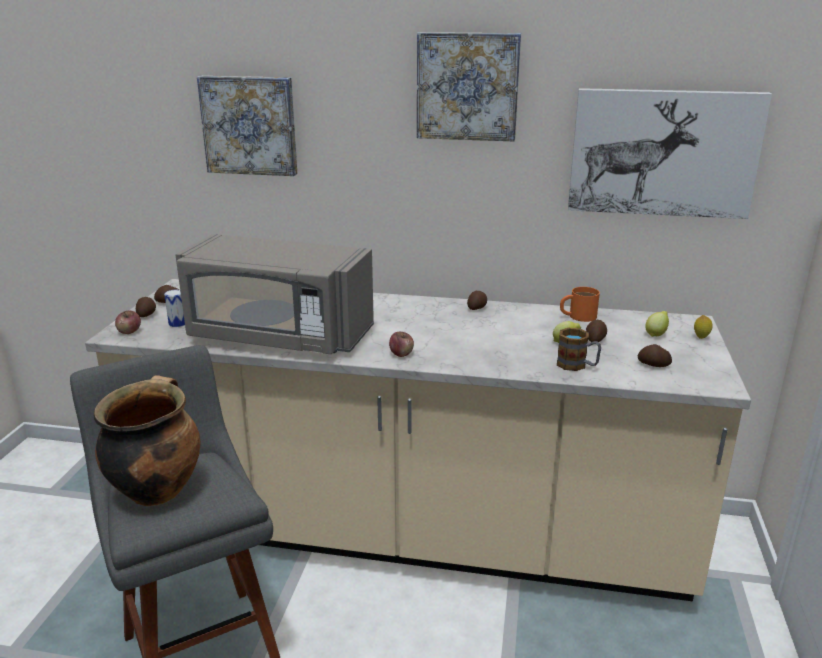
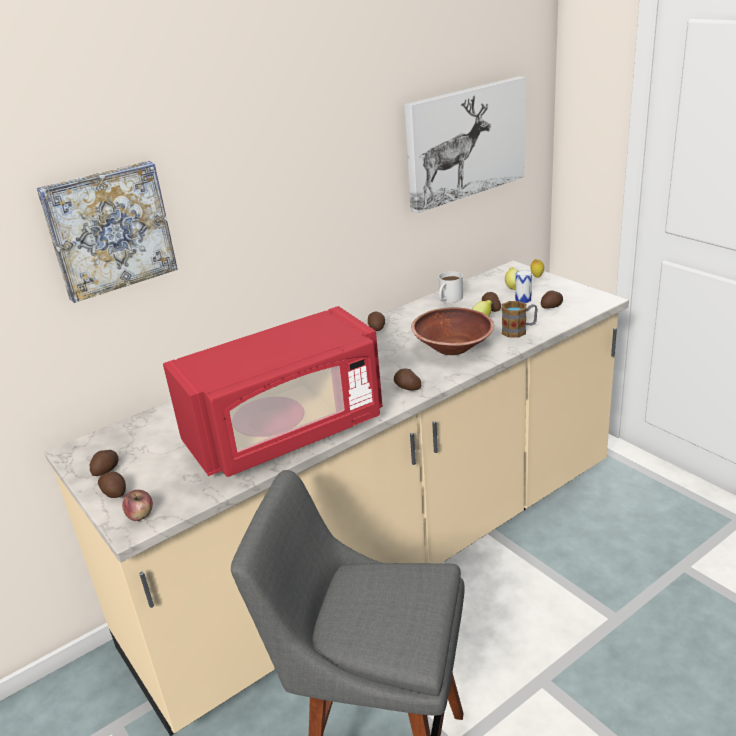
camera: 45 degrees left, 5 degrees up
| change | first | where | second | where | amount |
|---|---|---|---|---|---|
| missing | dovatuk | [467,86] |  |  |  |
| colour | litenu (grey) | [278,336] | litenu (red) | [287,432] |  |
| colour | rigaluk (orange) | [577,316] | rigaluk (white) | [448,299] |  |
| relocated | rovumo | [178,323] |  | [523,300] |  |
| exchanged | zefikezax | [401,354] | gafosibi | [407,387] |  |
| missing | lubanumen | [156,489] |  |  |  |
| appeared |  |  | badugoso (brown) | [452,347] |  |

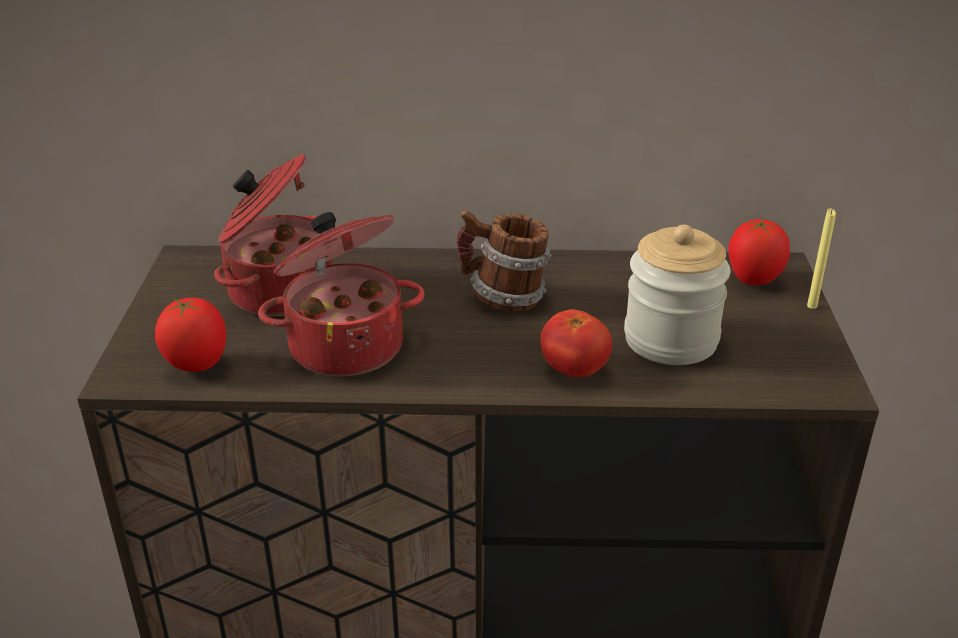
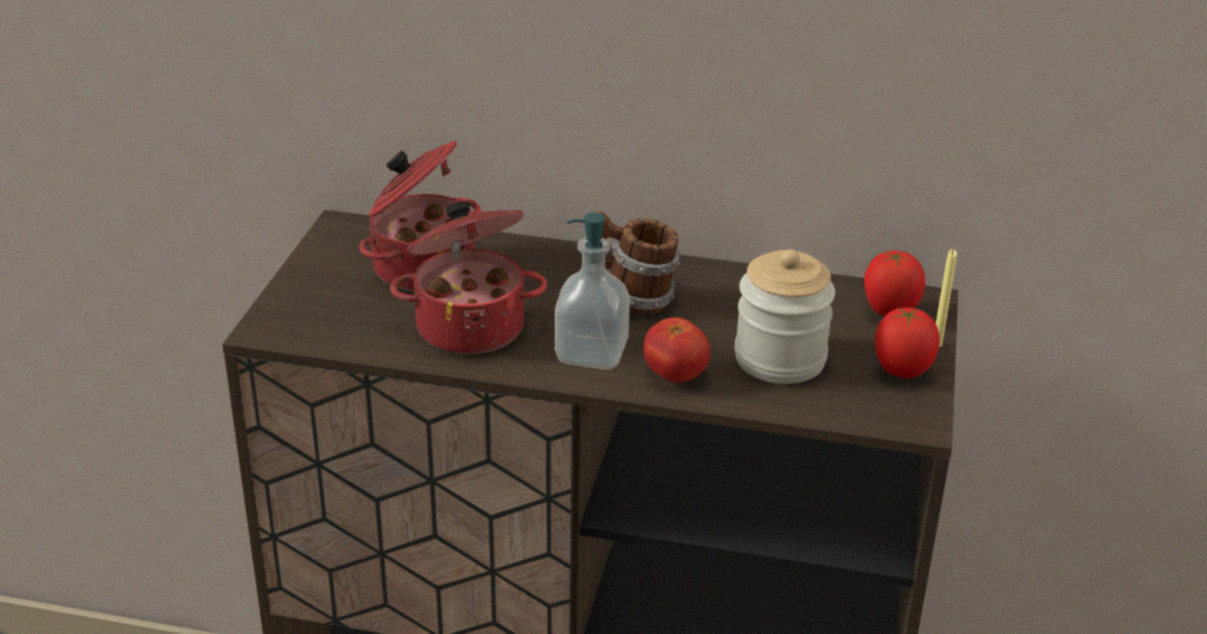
camera: 10 degrees right, 0 degrees up
| change | first | where | second | where | amount |
|---|---|---|---|---|---|
| relocated | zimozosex | [197,366] |  | [901,372] |  |
| appeared |  |  | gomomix | [591,353] |  |

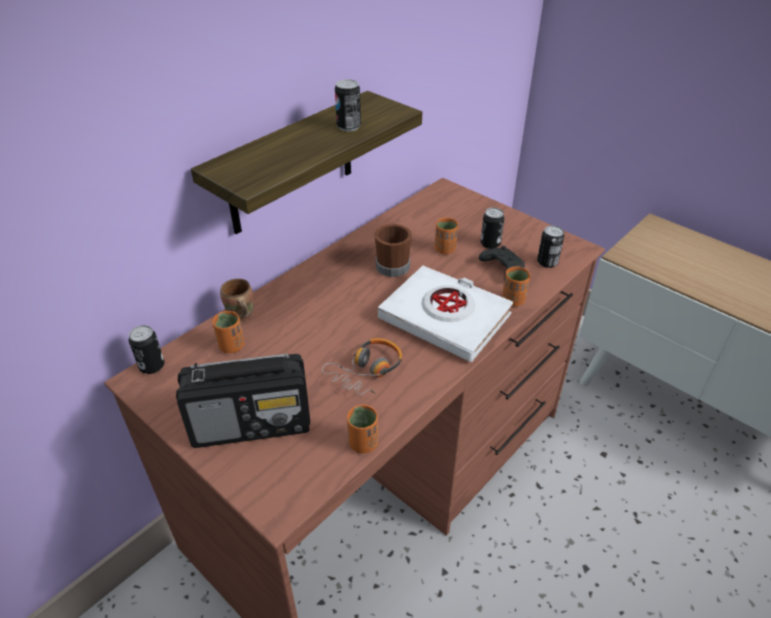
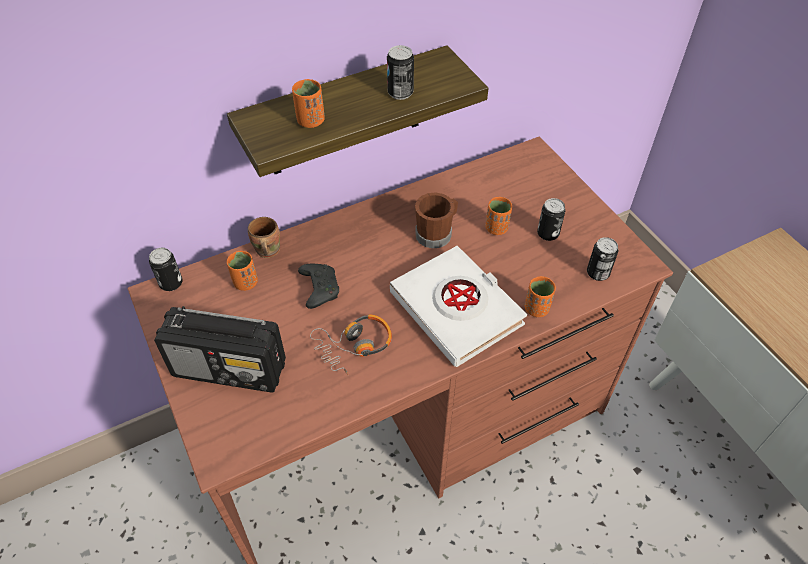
camera: 20 degrees right, 10 degrees up
| change | first | where | second | where | amount |
|---|---|---|---|---|---|
| relocated | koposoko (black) | [501,269] |  | [319,289] |  |
| relocated | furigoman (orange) | [363,443] |  | [310,121] |  |

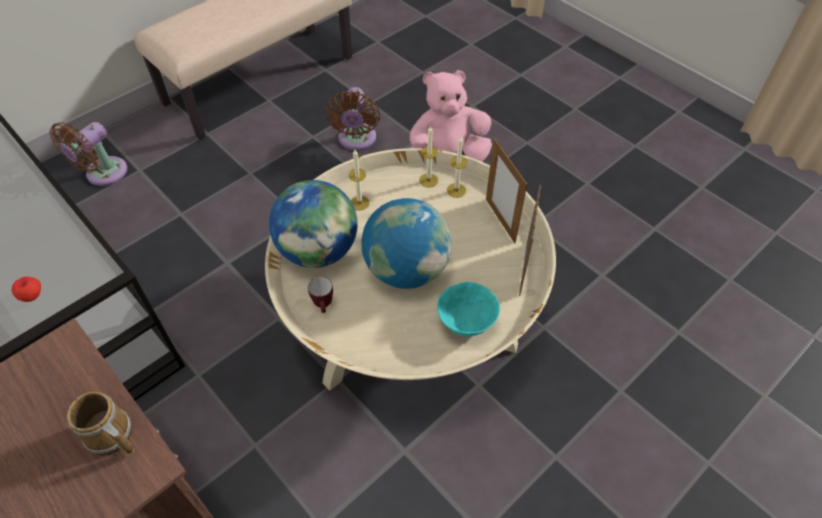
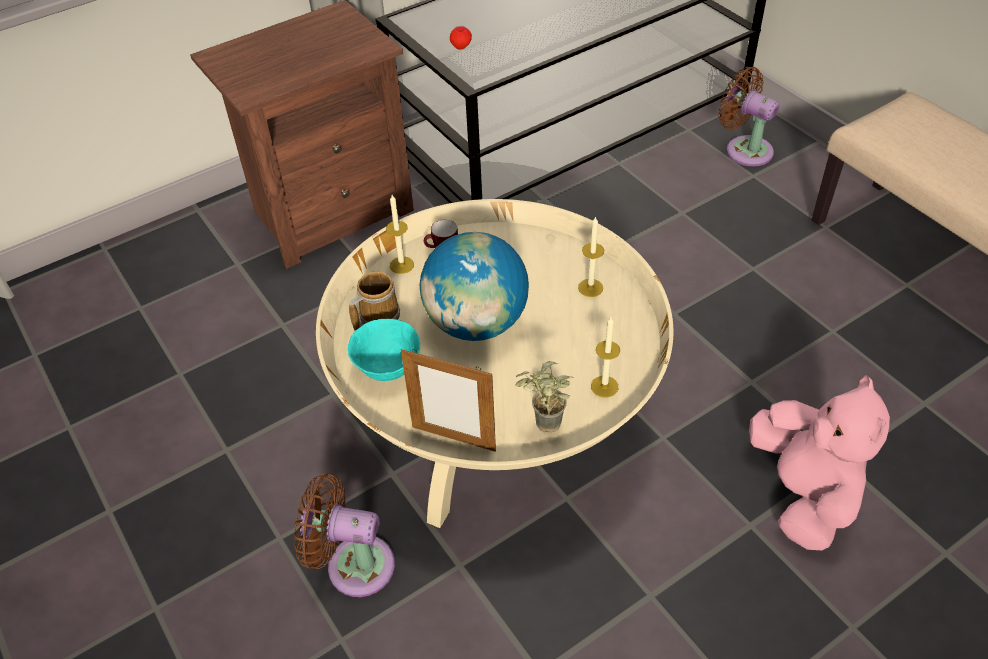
camera: 100 degrees right, 5 degrees down
| change | first | where | second | where | amount |
|---|---|---|---|---|---|
| relocated | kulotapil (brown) | [356,140] |  | [353,564] |  |
| relocated | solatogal | [428,180] |  | [401,265] |  |
| exchanged | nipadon | [500,220] | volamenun | [542,427] |  |
| missing | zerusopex | [318,251] |  |  |  |
| relocated | rigaluk | [110,436] |  | [376,317] |  |

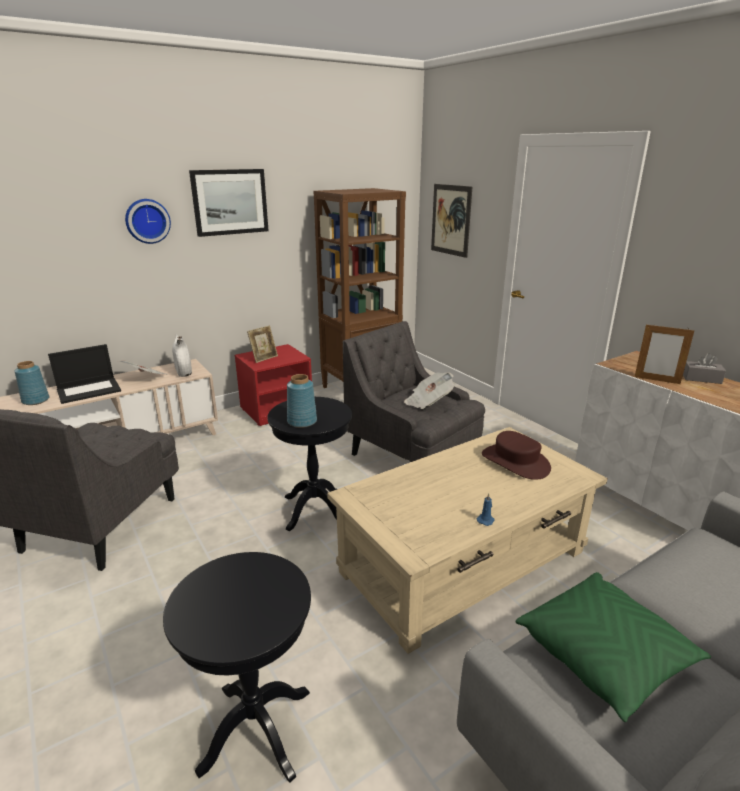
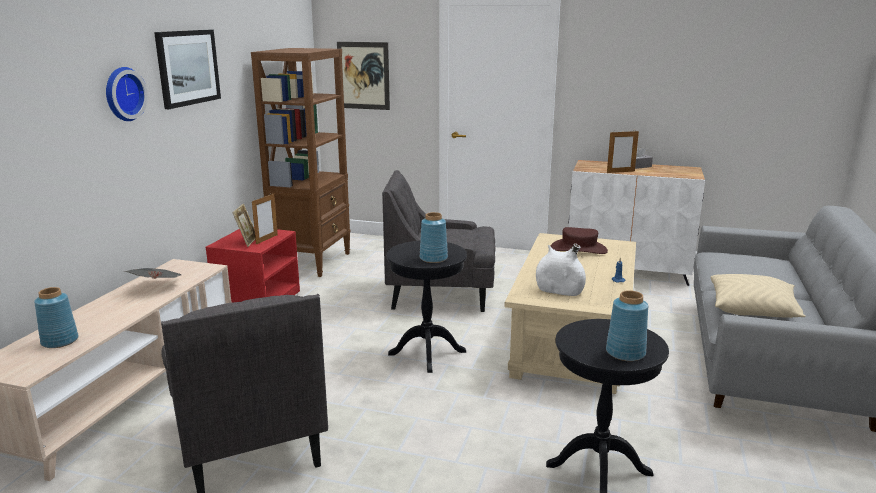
camera: 40 degrees left, 5 degrees down
| change | first | where | second | where | amount |
|---|---|---|---|---|---|
| relocated | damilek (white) | [183,372] |  | [559,291] |  |
| missing | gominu | [89,390] |  |  |  |
| missing | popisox | [428,402] |  |  |  |
| colour | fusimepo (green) | [604,655] | fusimepo (beige) | [752,309] |  |
| appeared |  |  | nipadon | [266,239] |  |
| appeared |  |  | damilek (blue) | [625,352] |  |

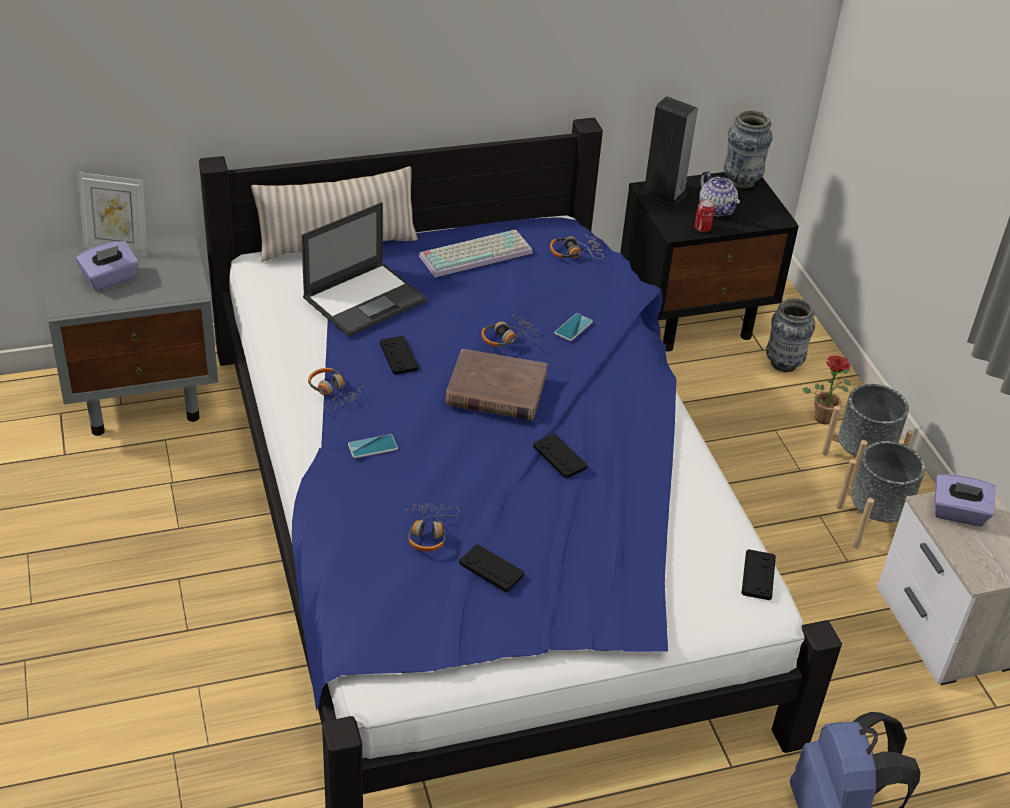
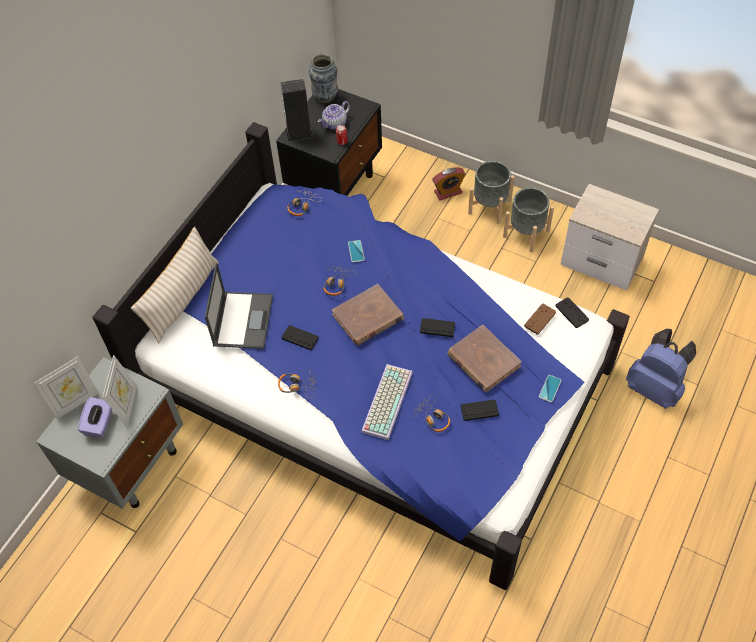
camera: 40 degrees left, 15 degrees up
| change | first | where | second | where | amount |
|---|---|---|---|---|---|
| spun | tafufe | [717,209] |  | [335,124] | 120 degrees clockwise |
| relocated | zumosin | [476,253] |  | [386,400] |  |
| missing | damilek | [783,364] |  |  |  |
| exchanged | volamenun | [824,415] | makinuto | [448,192] |  |
| relocated | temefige | [372,447] |  | [550,388] |  |
| missing | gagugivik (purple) | [958,513] |  |  |  |
| appeared |  |  | koposoko (brown) | [540,319] |  |
| appeared |  |  | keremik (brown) | [483,361] |  |
| appeared |  |  | nipadon | [127,405] |  |

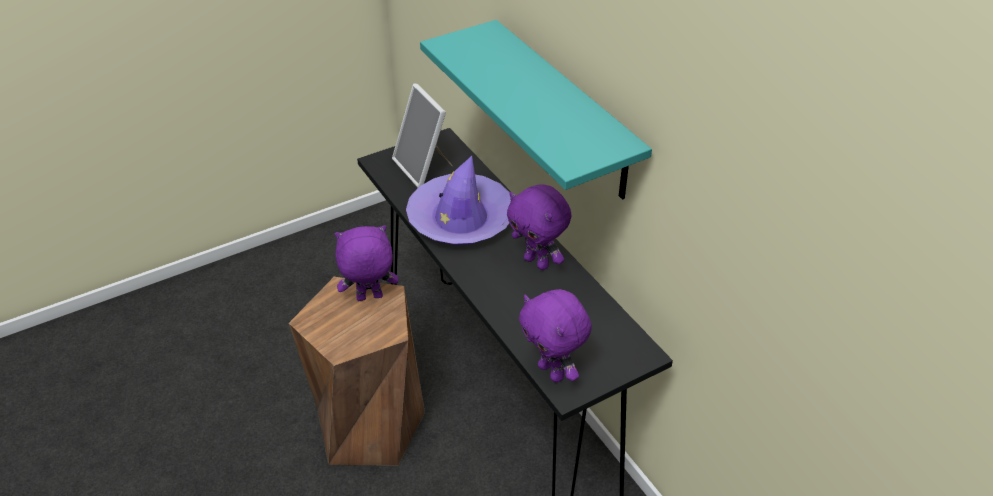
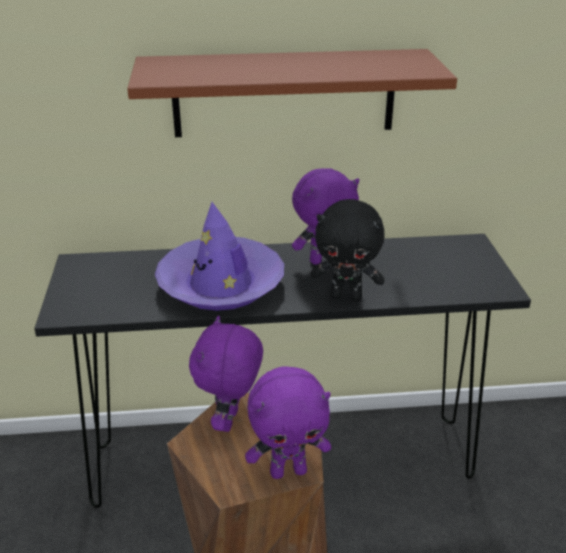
camera: 65 degrees left, 10 degrees down
| change | first | where | second | where | amount |
|---|---|---|---|---|---|
| colour | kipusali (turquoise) | [565,111] | kipusali (brown) | [284,93] |  |
| missing | nipadon | [424,168] |  |  |  |
| relocated | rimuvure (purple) | [552,372] |  | [288,471] |  |
| appeared |  |  | rimuvure (black) | [346,297] |  |

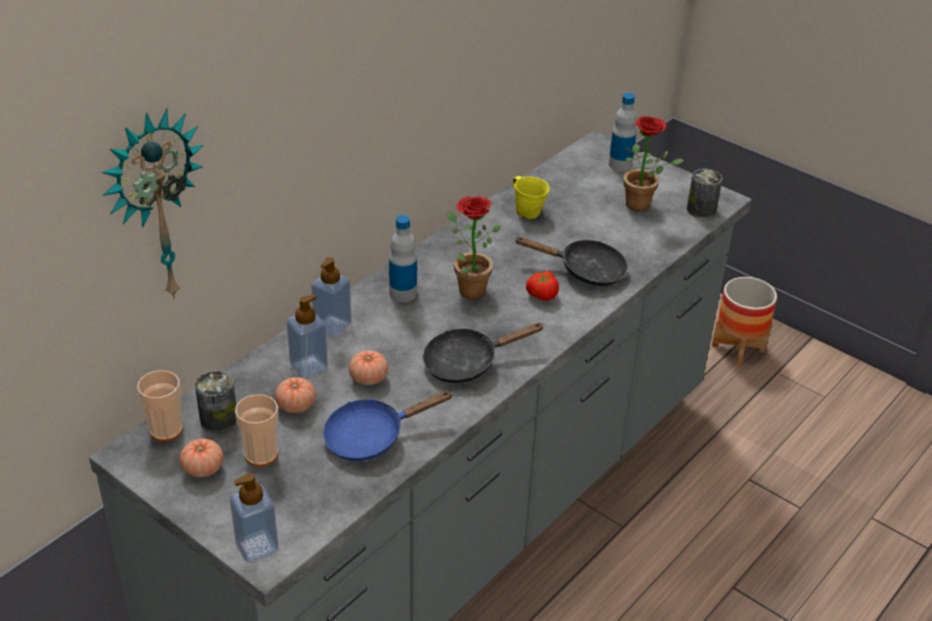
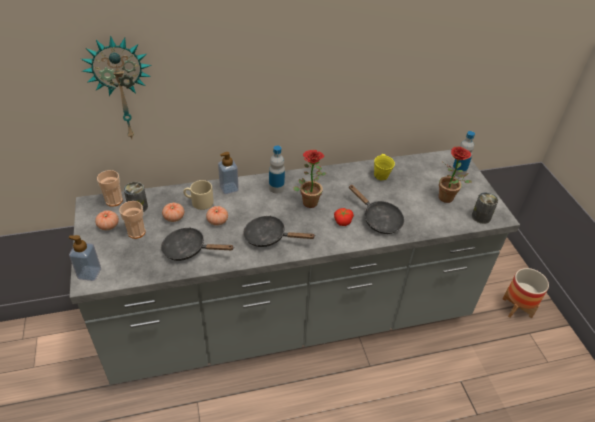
camera: 35 degrees right, 5 degrees up
| change | first | where | second | where | amount |
|---|---|---|---|---|---|
| exchanged | gomomix | [308,366] | rigaluk (beige) | [198,202] |  |
| colour | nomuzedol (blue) | [371,436] | nomuzedol (black) | [189,250] |  |

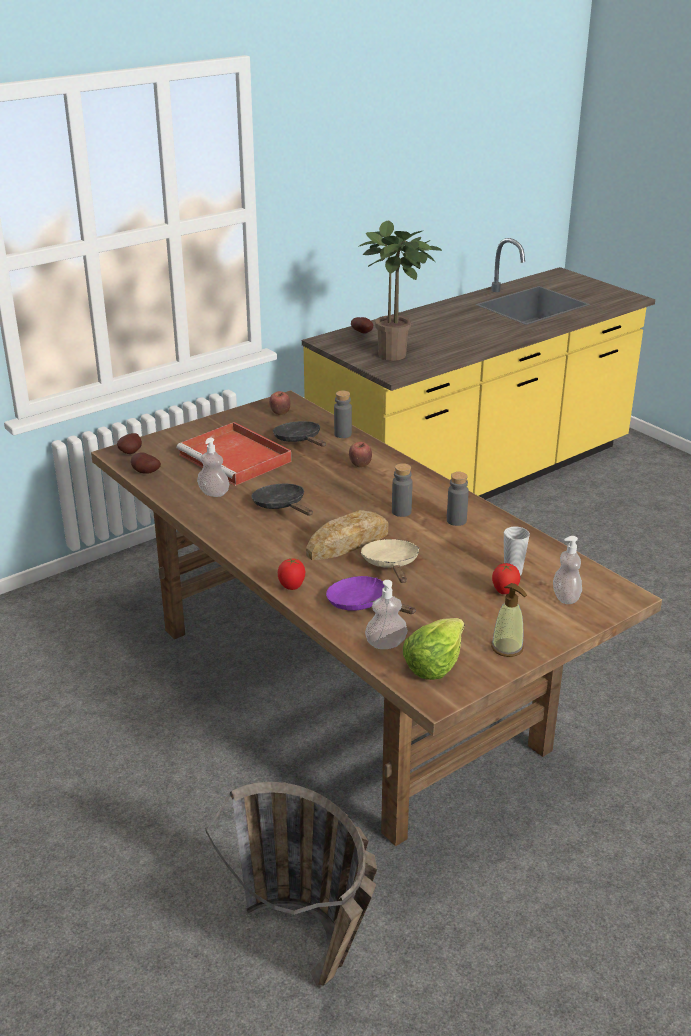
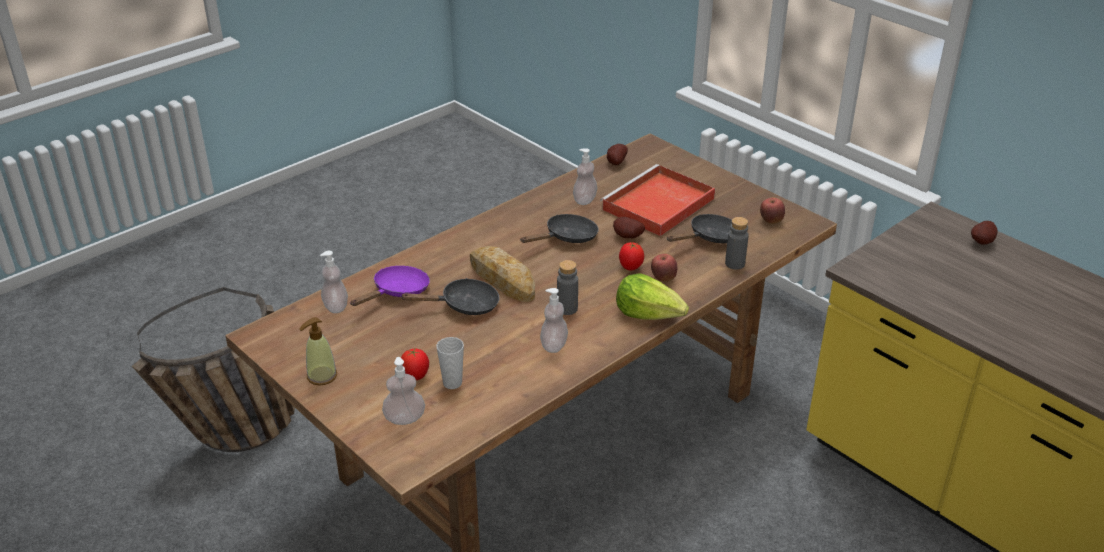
camera: 85 degrees right, 5 degrees up
| change | first | where | second | where | amount |
|---|---|---|---|---|---|
| missing | volamenun | [397,356] |  |  |  |
| relocated | gafosibi | [132,453] |  | [627,237] |  |
| exchanged | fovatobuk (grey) | [456,520] | gomomix | [554,345] |  |
| colour | nomuzedol (beige) | [391,564] | nomuzedol (black) | [464,305] |  |
| relocated | zimozosex | [292,587] |  | [630,268] |  |
| relocated | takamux | [434,663] |  | [649,314] |  |

